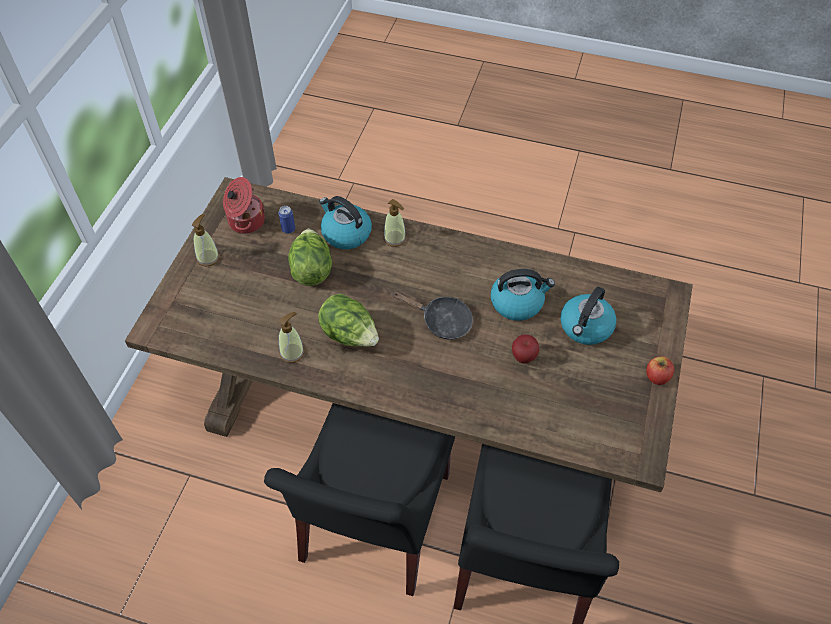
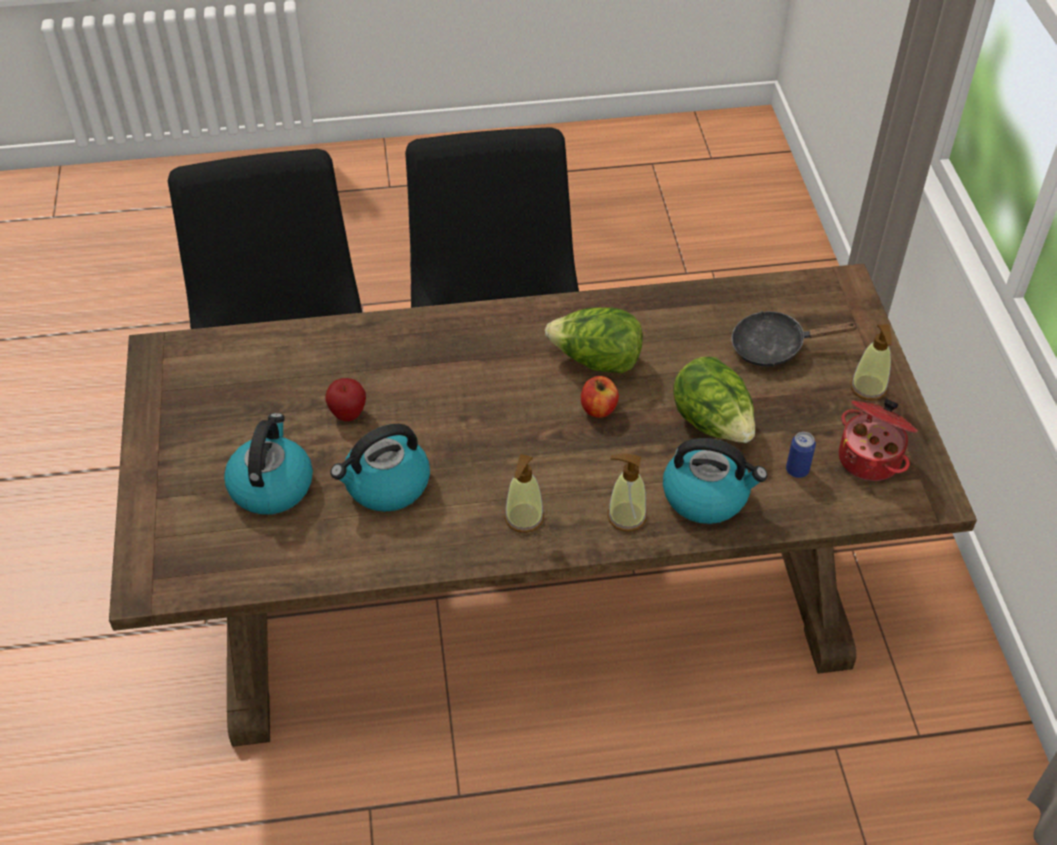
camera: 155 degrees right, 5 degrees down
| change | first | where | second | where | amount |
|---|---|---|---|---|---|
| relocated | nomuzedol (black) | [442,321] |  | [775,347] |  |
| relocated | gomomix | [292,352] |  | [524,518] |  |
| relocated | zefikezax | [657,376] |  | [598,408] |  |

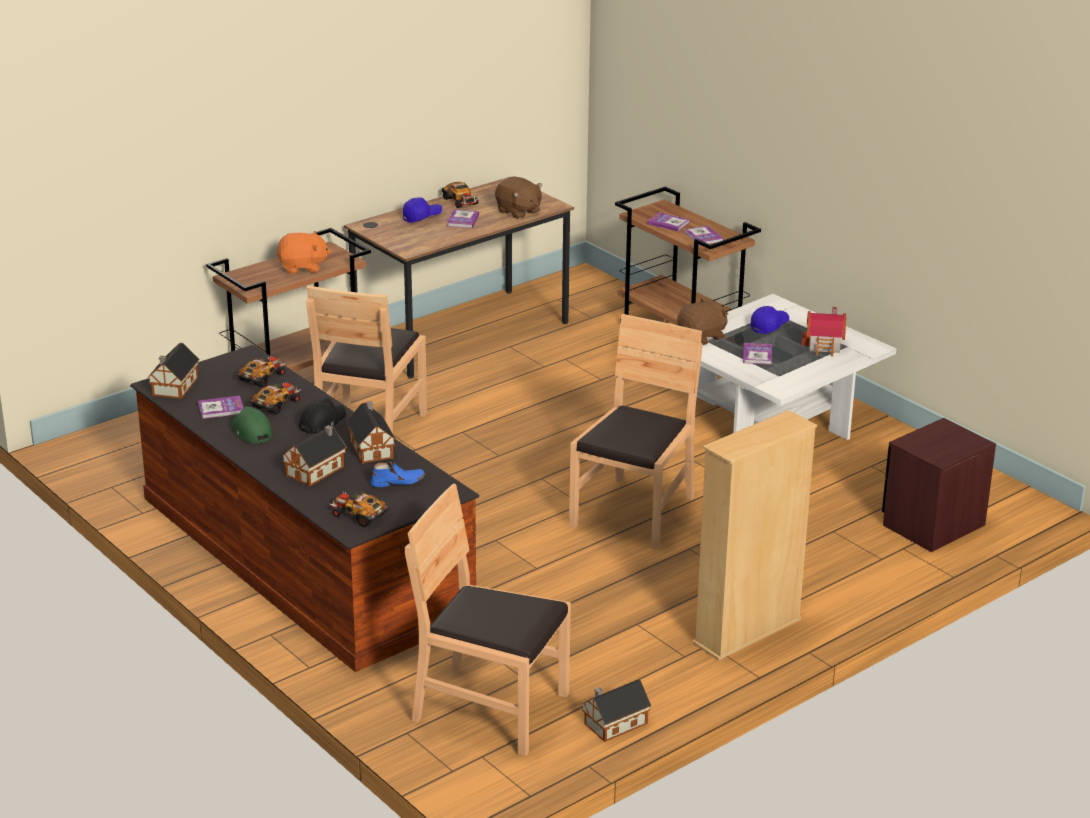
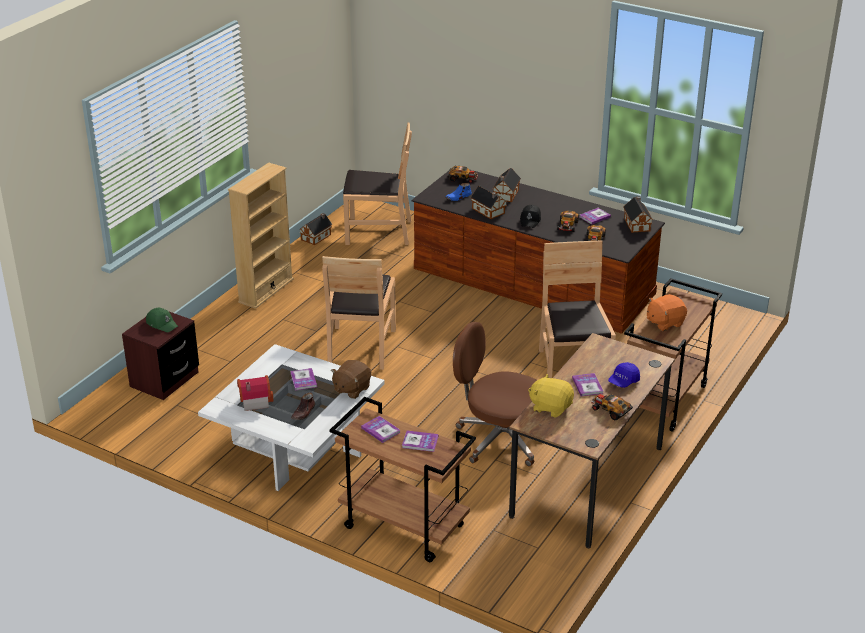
camera: 160 degrees right, 5 degrees up
| change | first | where | second | where | amount |
|---|---|---|---|---|---|
| colour | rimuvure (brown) | [518,212] | rimuvure (yellow) | [550,407] |  |
| exchanged | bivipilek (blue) | [769,326] | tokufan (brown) | [303,412] |  |
| relocated | bivipilek (green) | [251,432] |  | [162,324] |  |
| appeared |  |  | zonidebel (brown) | [500,438] |  |

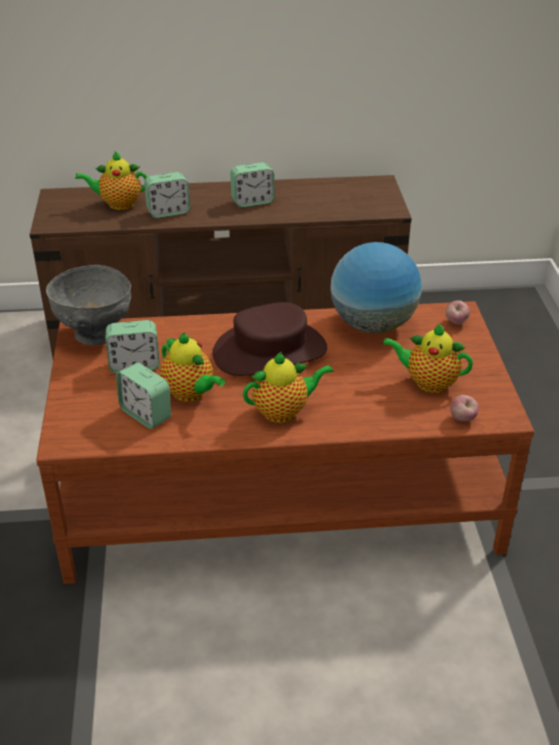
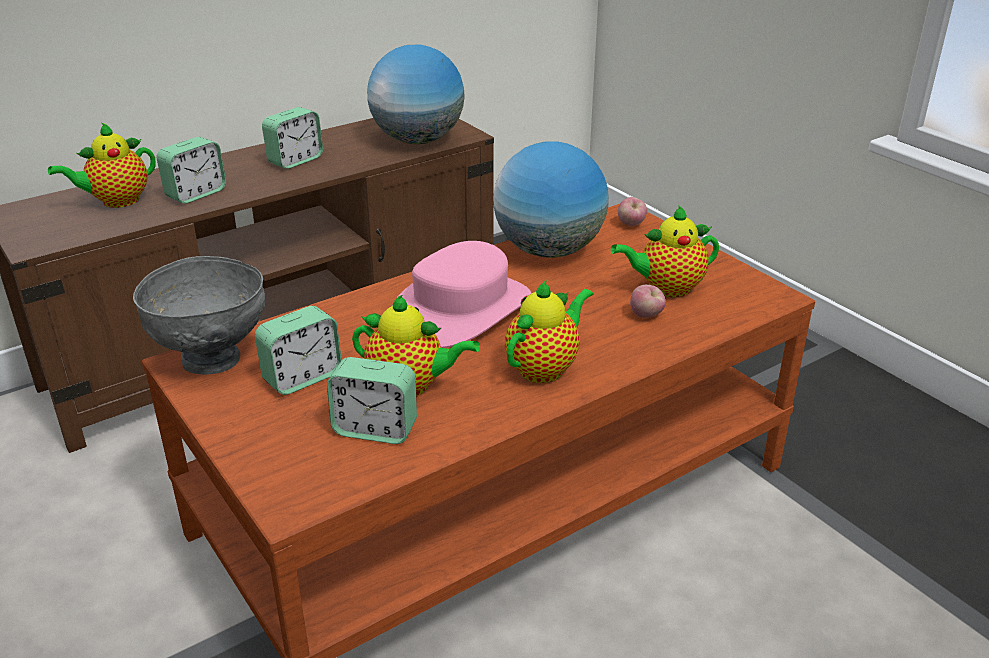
camera: 30 degrees left, 5 degrees down
| change | first | where | second | where | amount |
|---|---|---|---|---|---|
| colour | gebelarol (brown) | [270,351] | gebelarol (pink) | [461,309] |  |
| relocated | zefikezax | [462,419] |  | [646,315] |  |
| appeared |  |  | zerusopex | [418,140] |  |

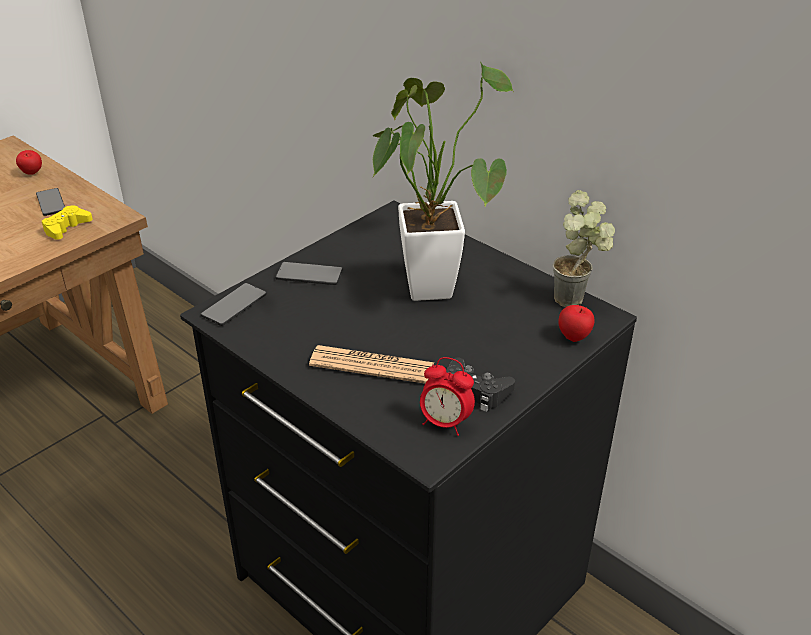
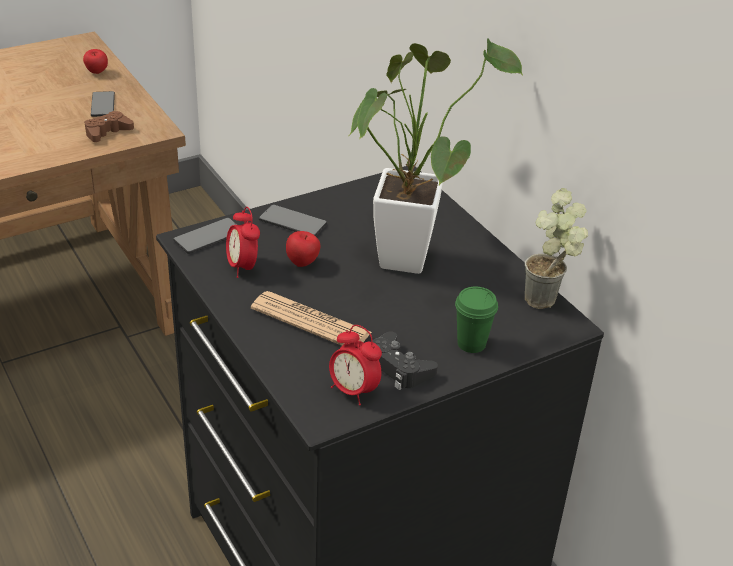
camera: 15 degrees right, 0 degrees up
| change | first | where | second | where | amount |
|---|---|---|---|---|---|
| colour | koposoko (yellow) | [66,228] | koposoko (brown) | [107,132] |  |
| relocated | zefikezax | [574,337] |  | [303,263] |  |
| appeared |  |  | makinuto | [243,267] |  |
| appeared |  |  | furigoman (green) | [471,343] |  |

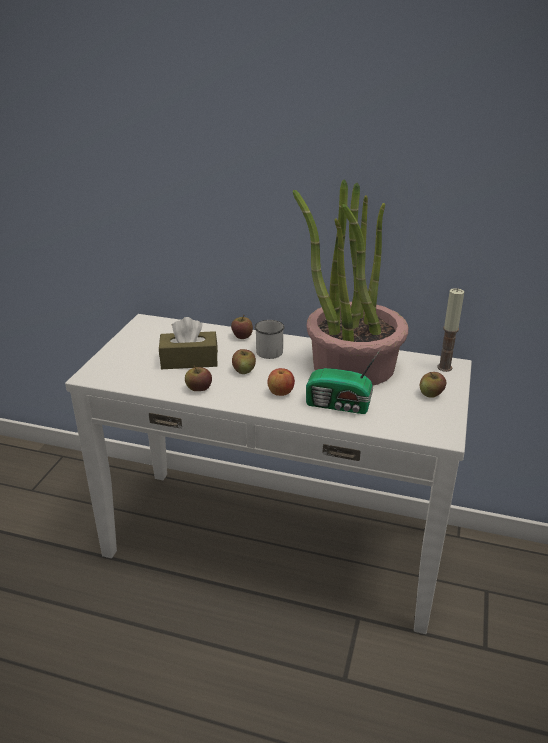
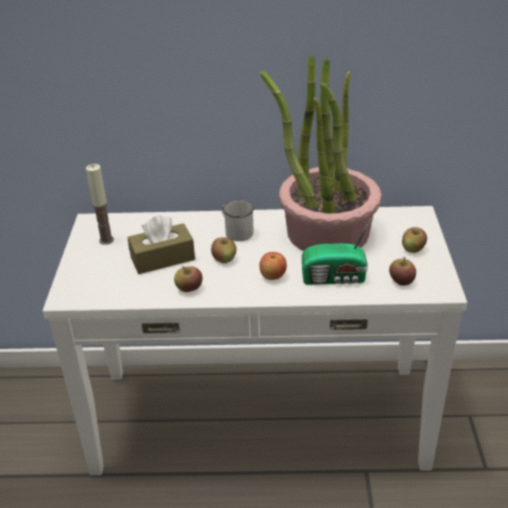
camera: 15 degrees left, 5 degrees up
| change | first | where | second | where | amount |
|---|---|---|---|---|---|
| relocated | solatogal | [444,367] |  | [106,240] |  |
| relocated | zefikezax | [242,336] |  | [401,281] |  |

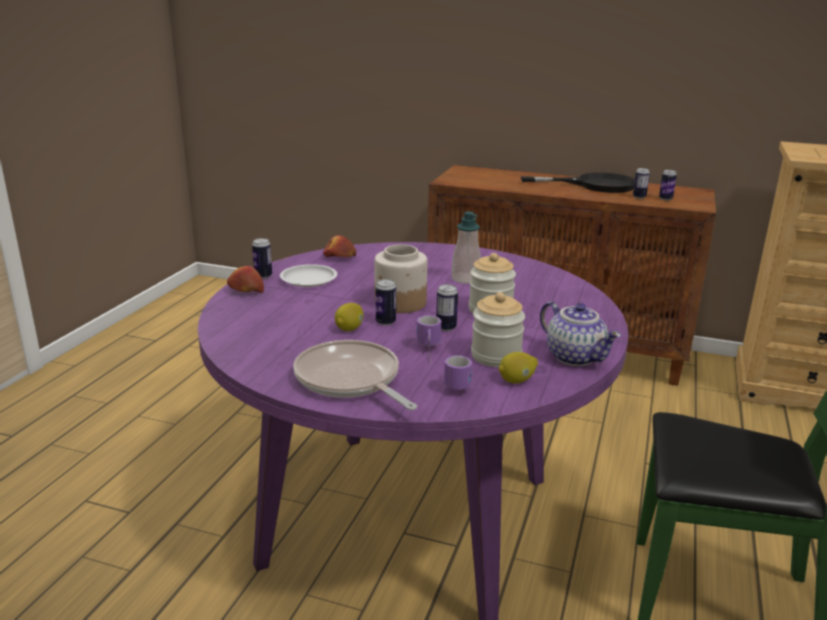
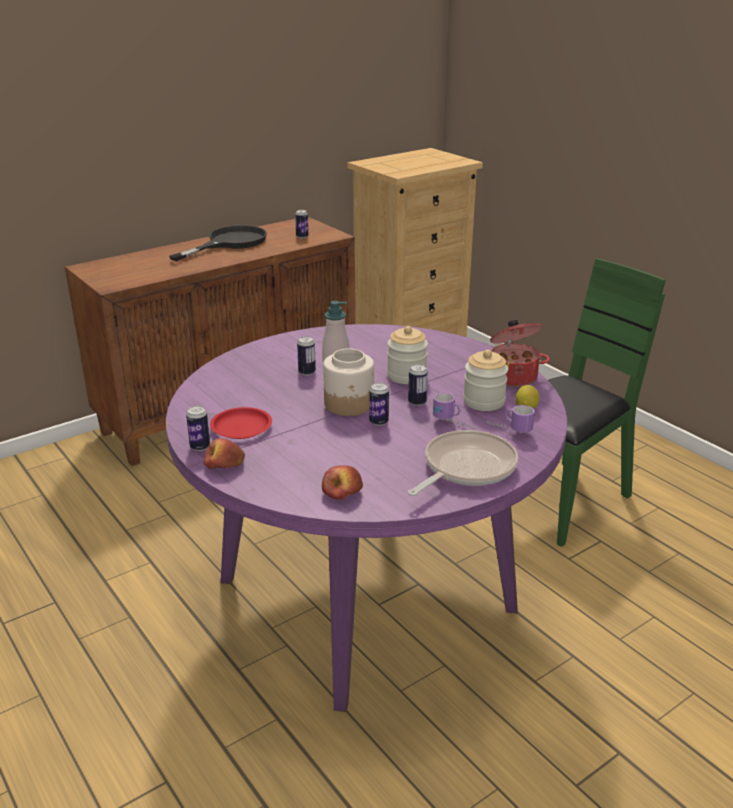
camera: 55 degrees left, 5 degrees up
| change | first | where | second | where | amount |
|---|---|---|---|---|---|
| relocated | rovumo | [639,197] |  | [307,372] |  |
| relocated | zefikezax | [339,257] |  | [342,492] |  |
| colour | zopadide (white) | [309,279] | zopadide (red) | [241,427] |  |
| exchanged | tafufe | [576,357] | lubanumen | [513,376] |  |
| missing | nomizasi | [350,328] |  |  |  |
| spun | nomuzedol | [350,380] |  | [465,468] | 135 degrees clockwise |

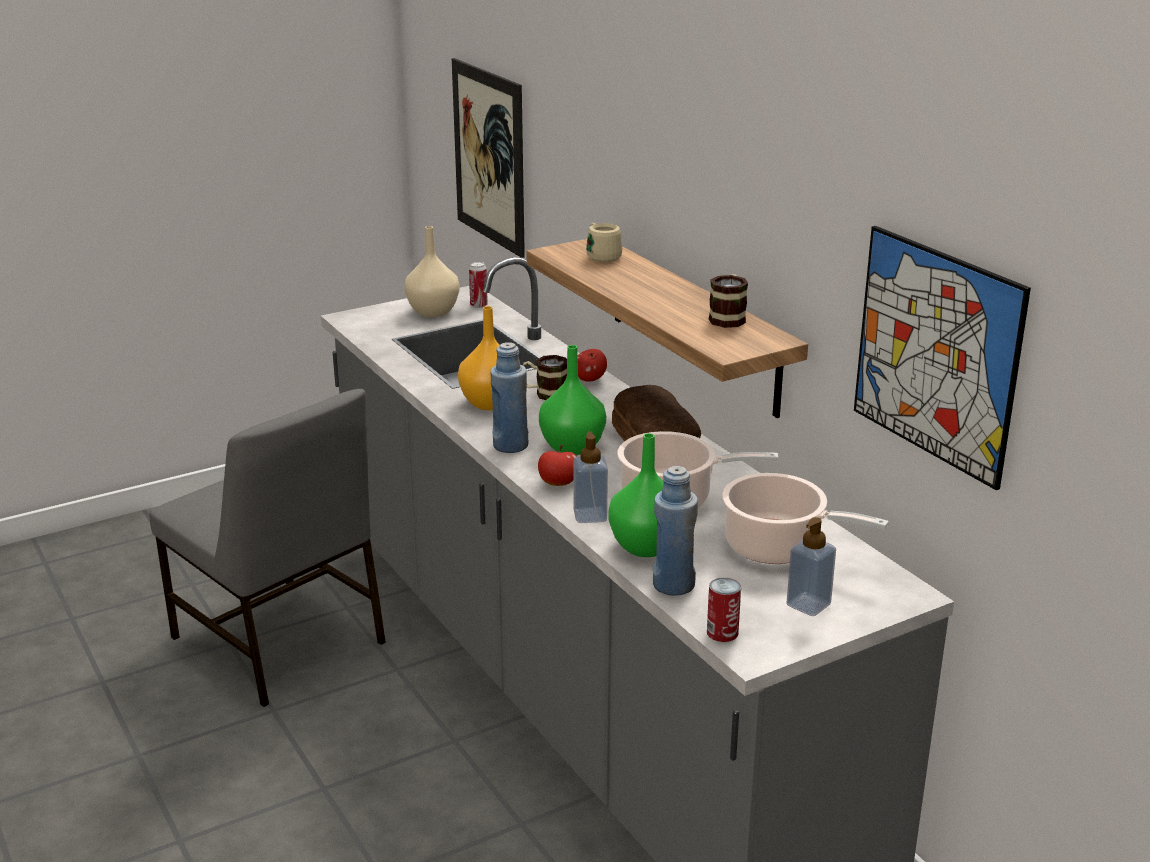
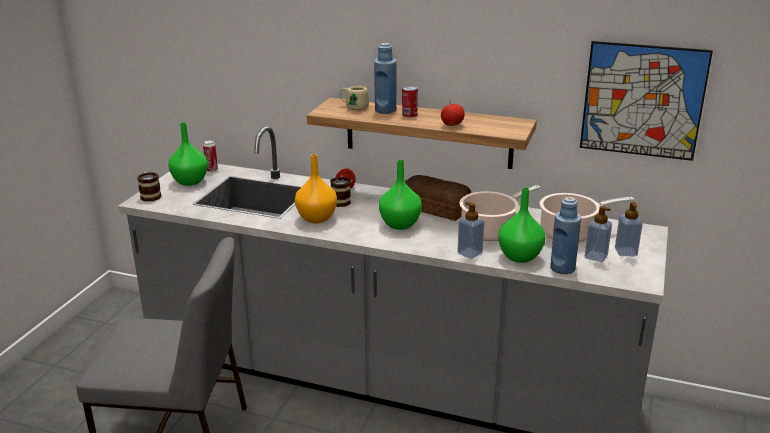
camera: 40 degrees left, 0 degrees up
| change | first | where | second | where | amount |
|---|---|---|---|---|---|
| missing | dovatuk | [489,156] |  |  |  |
| colour | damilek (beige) | [432,312] | damilek (green) | [190,182] |  |
| relocated | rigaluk | [728,317] |  | [150,195] |  |
| relocated | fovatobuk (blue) | [510,445] |  | [385,110] |  |
| relocated | zefikezax | [558,484] |  | [452,125] |  |
| relocated | rovumo | [722,632] |  | [409,114] |  |
| appeared |  |  | gomomix | [596,256] |  |

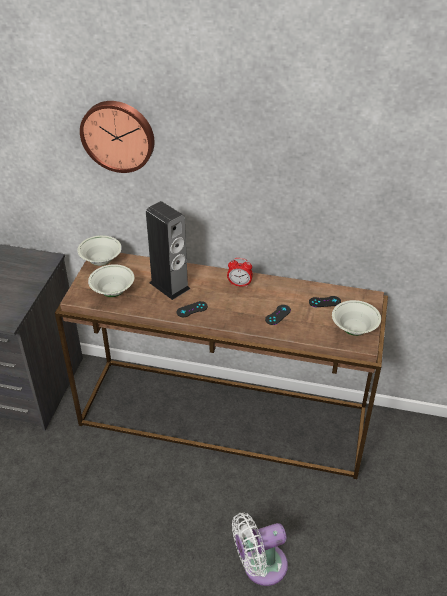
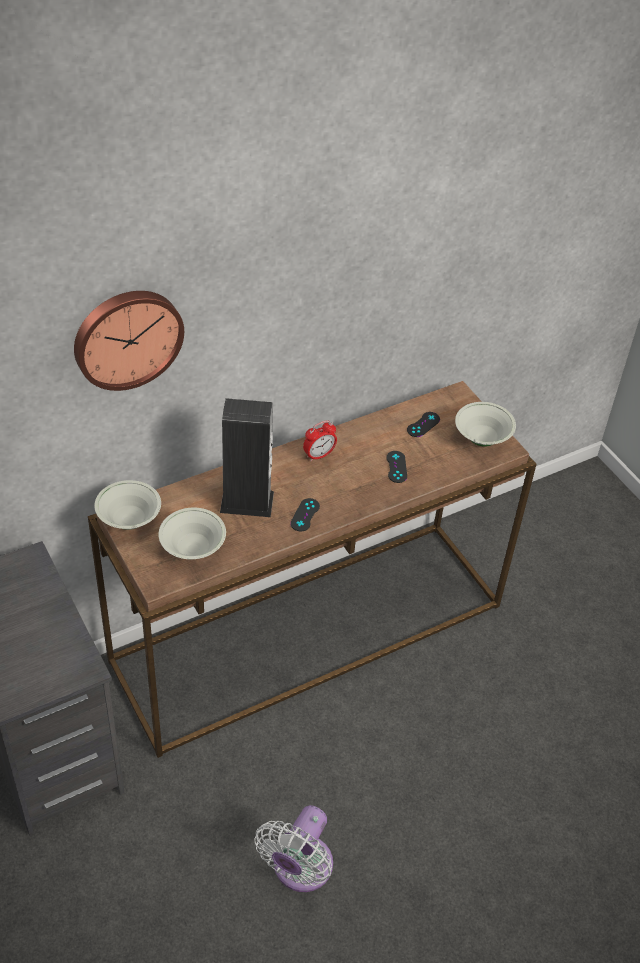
camera: 45 degrees left, 5 degrees up
| change | first | where | second | where | amount |
|---|---|---|---|---|---|
| relocated | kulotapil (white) | [260,566] |  | [299,869] |  |

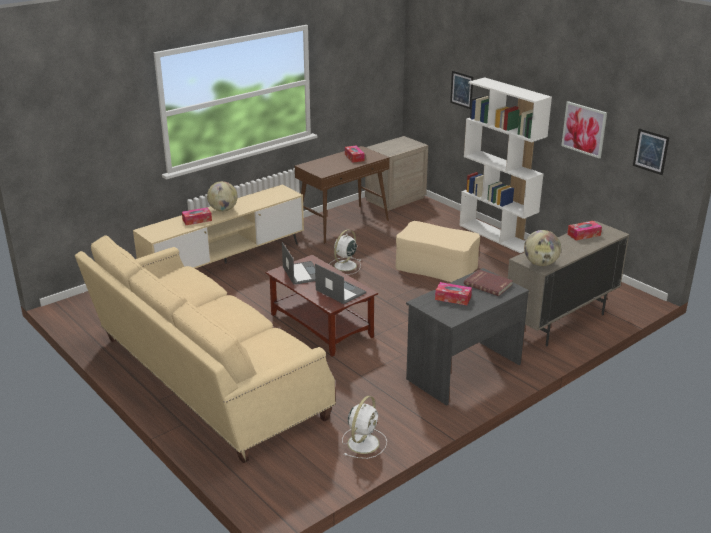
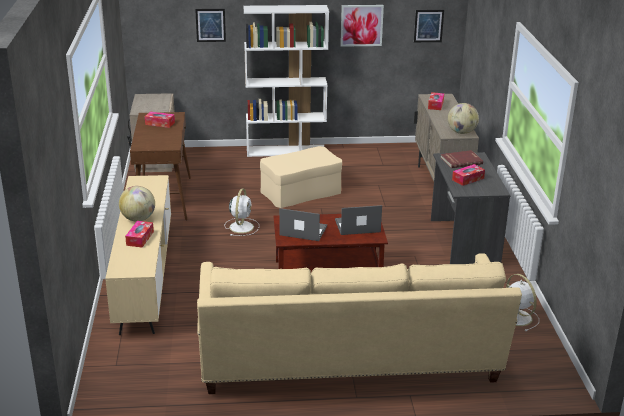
camera: 55 degrees left, 0 degrees up
| change | first | where | second | where | amount |
|---|---|---|---|---|---|
| spun | kulotapil (white) | [344,266] |  | [242,226] | 150 degrees counterclockwise |

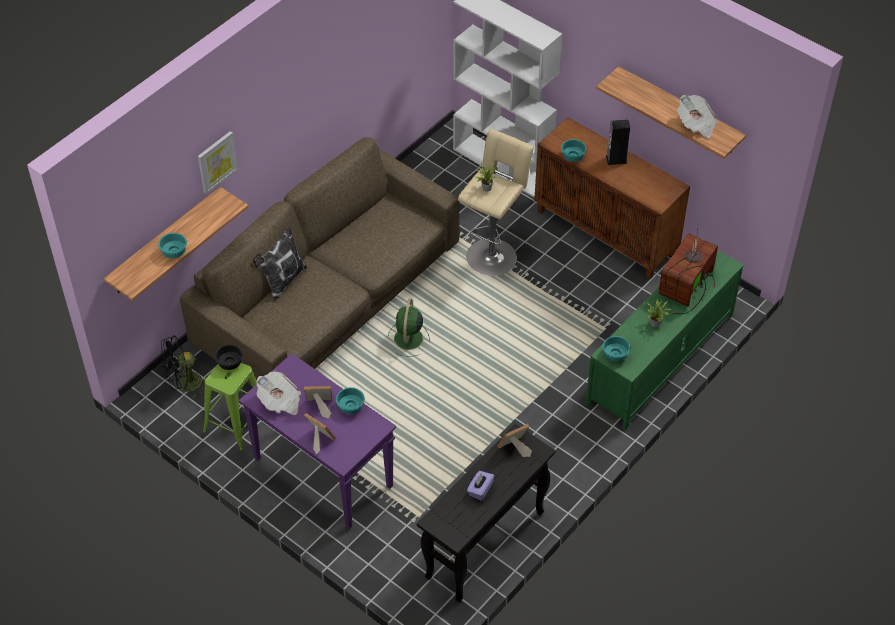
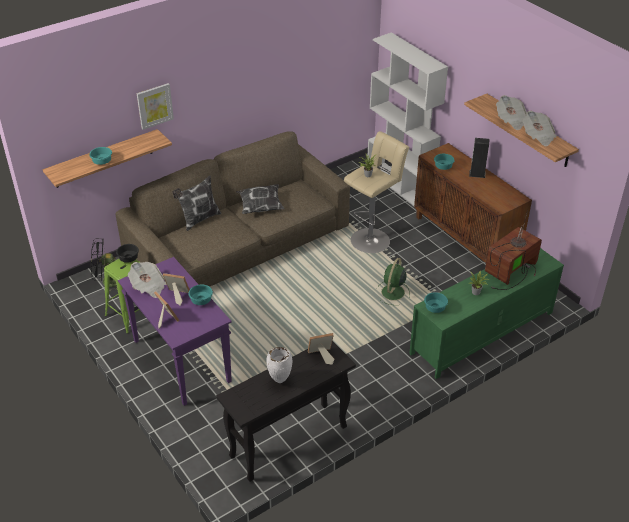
camera: 15 degrees right, 10 degrees down
| change | first | where | second | where | amount |
|---|---|---|---|---|---|
| relocated | kulotapil (green) | [408,340] |  | [392,293] |  |
| exchanged | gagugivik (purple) | [480,490] | damilek (white) | [280,381] |  |
| appeared |  |  | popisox | [511,121] |  |
| appeared |  |  | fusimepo | [259,206] |  |

